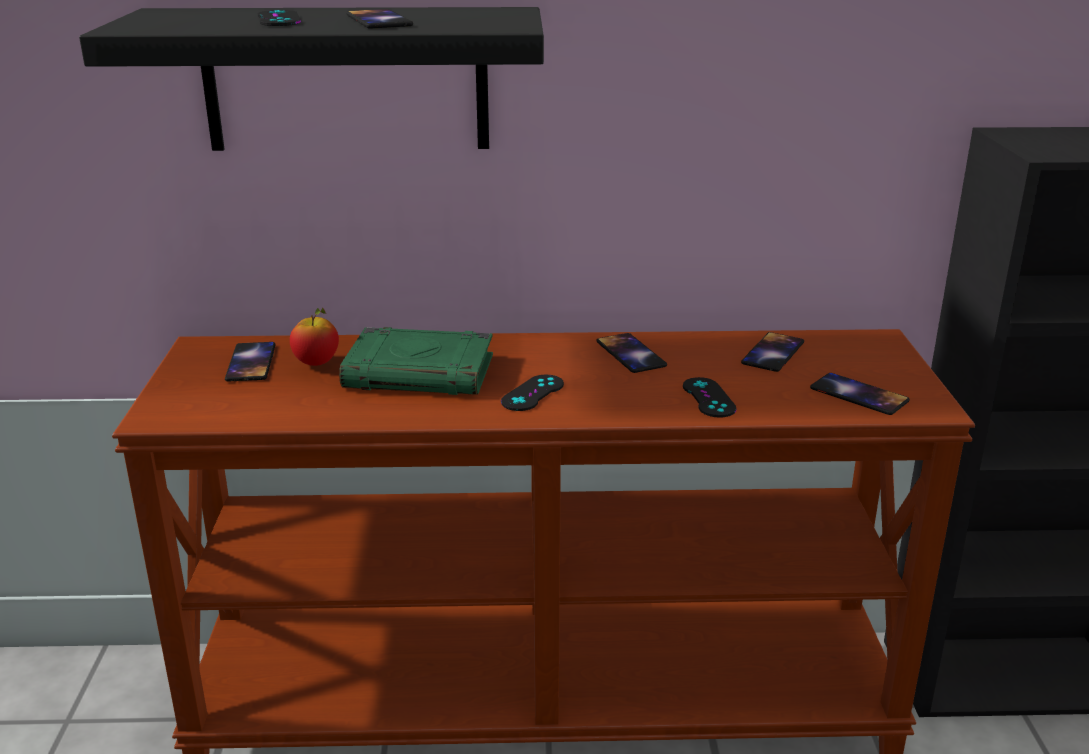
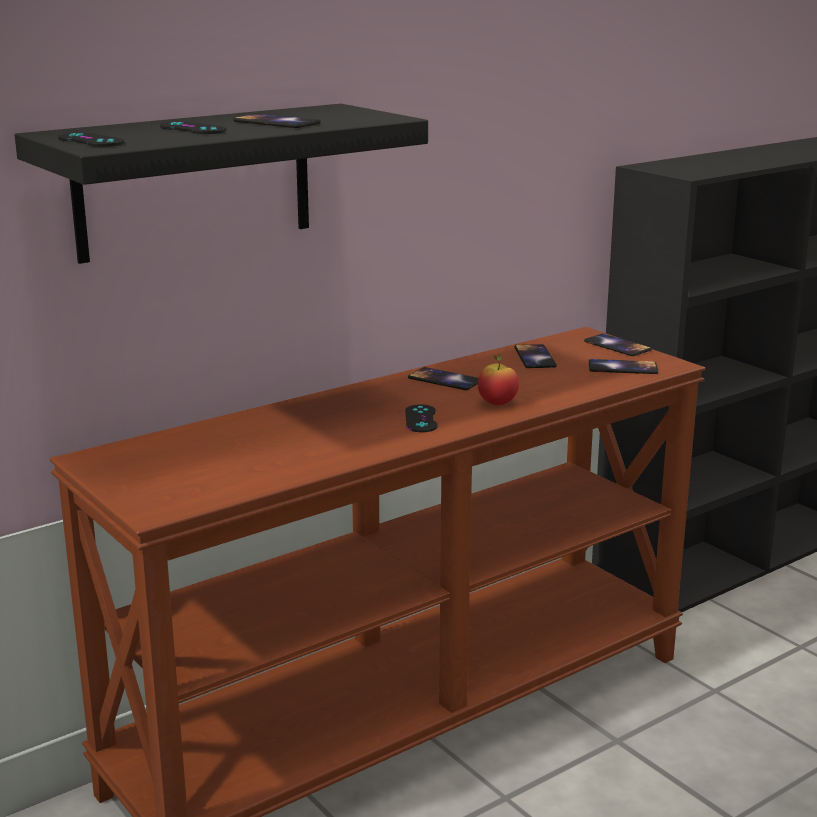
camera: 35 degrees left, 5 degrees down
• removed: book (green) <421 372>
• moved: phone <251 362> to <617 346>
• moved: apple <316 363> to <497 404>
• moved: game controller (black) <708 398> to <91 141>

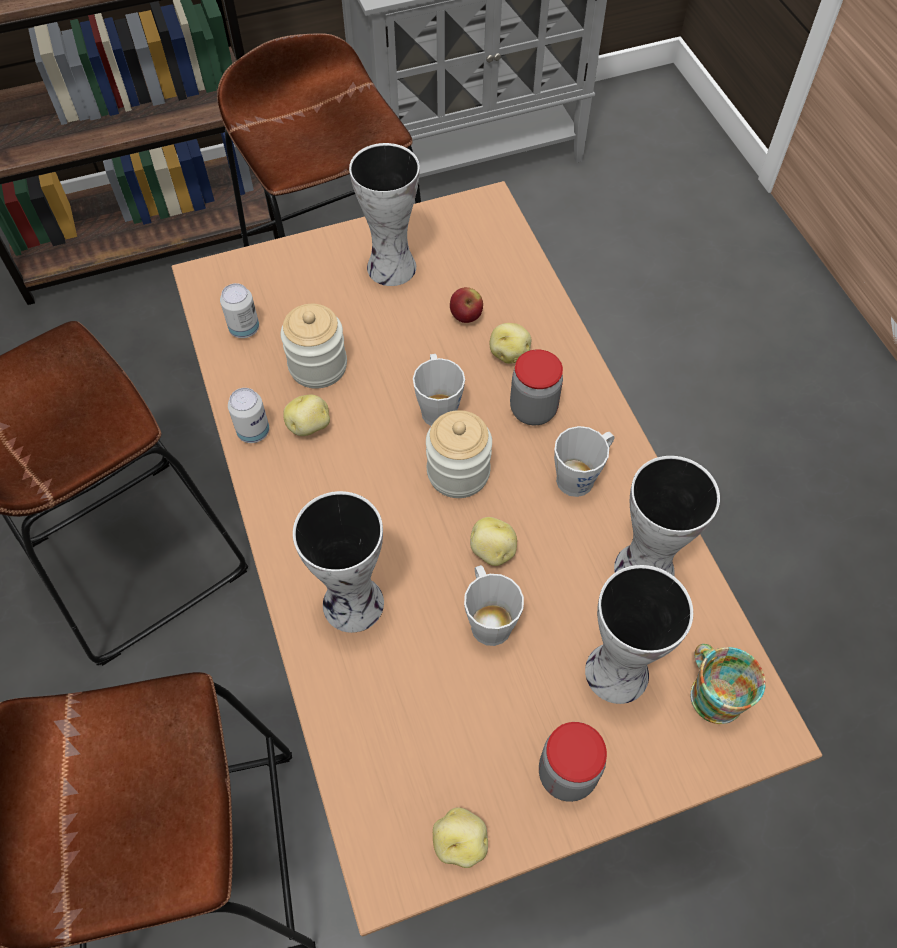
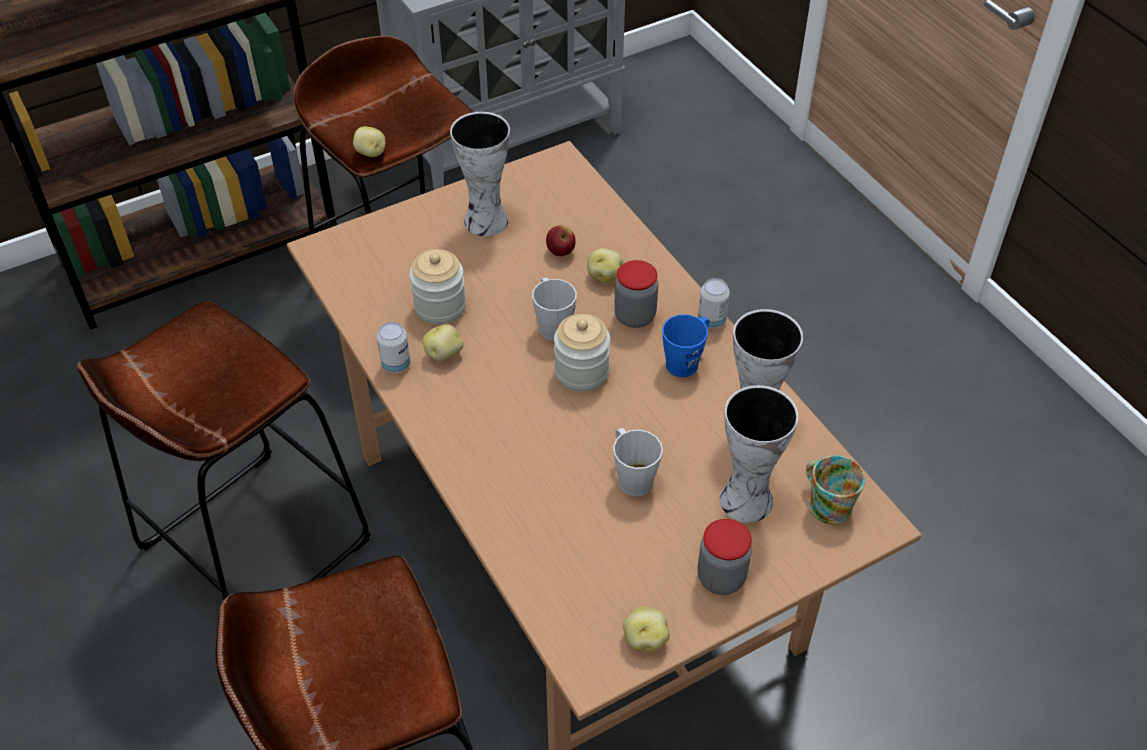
camera: 10 degrees left, 10 degrees down
• removed: vase <355 606>
• moved: can <244 329> to <711 321>
• moved: potato <492 551> to <370 153>
• recoloured: mug (grey) <581 476> to mug (blue) <686 361>

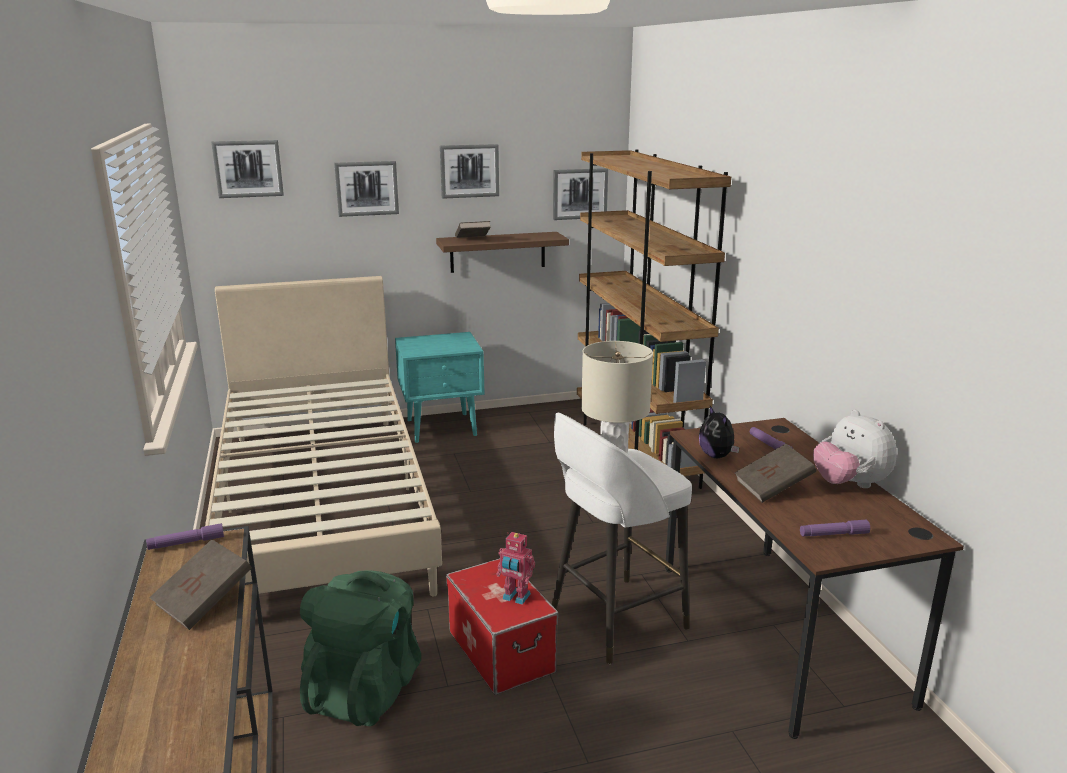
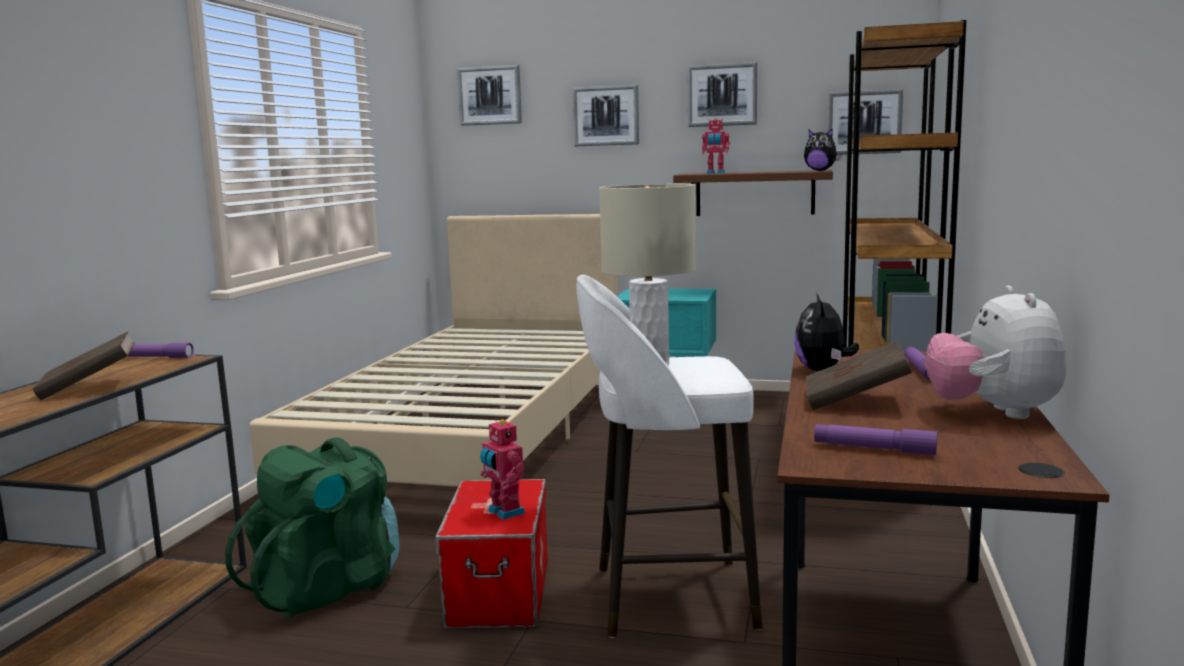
camera: 30 degrees right, 10 degrees down
• added: plush toy <820 170>
• replaced: book (brown) <472 240> to toy robot <715 173>

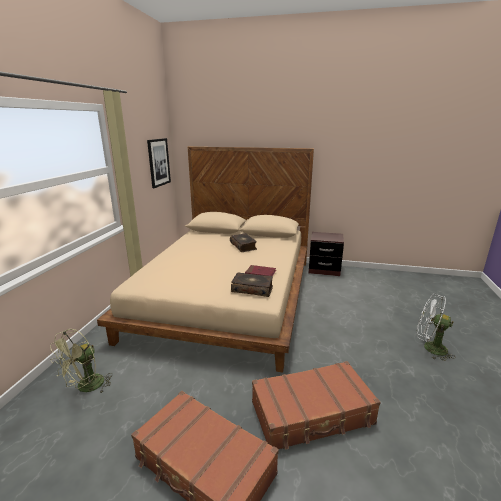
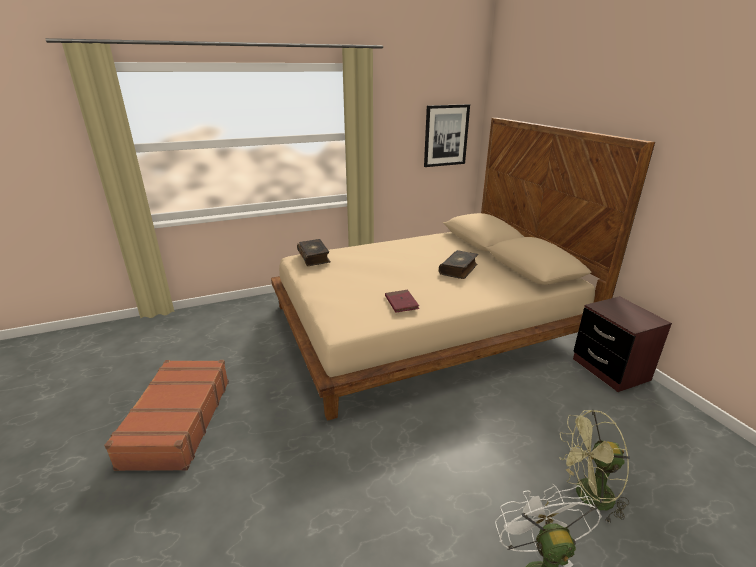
camera: 55 degrees right, 5 degrees up
• removed: suitcase (brown) <312 413>
• moved: fan (green) <86 388> to <587 497>
• moved: book <252 289> to <314 257>

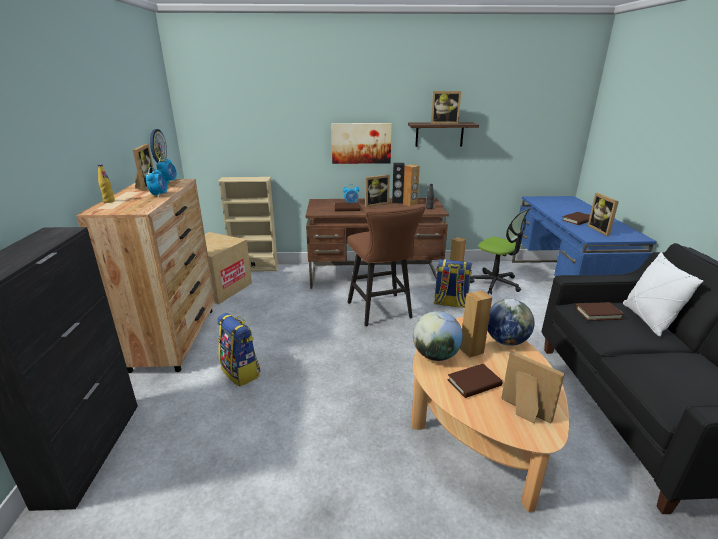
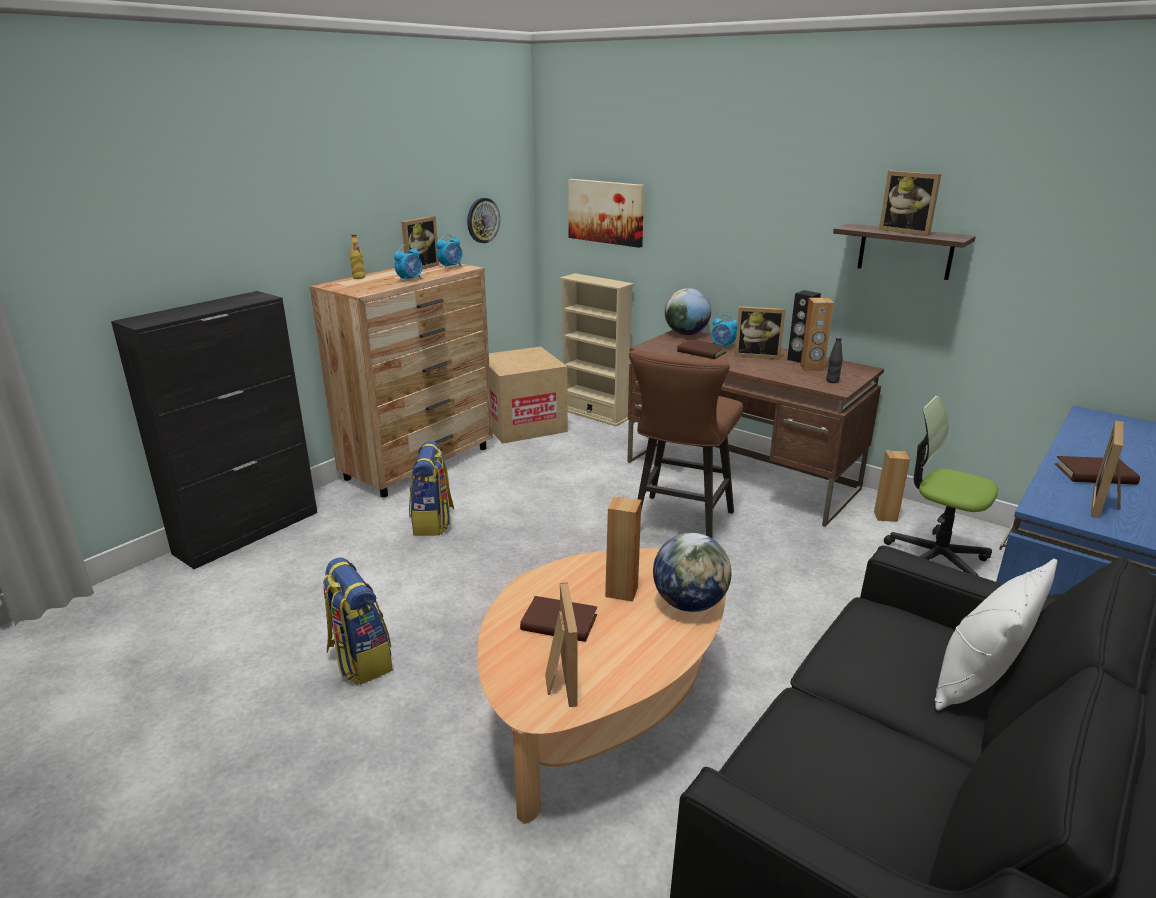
camera: 40 degrees right, 0 degrees up
• removed: book (brown) <597 313>
• moved: picture <361 143> to <606 212>
• moved: globe <435 356> to <686 334>
• moved: backpack <450 303> to <359 660>
• turned: office chair <495 283> = <935 558> 135 degrees clockwise

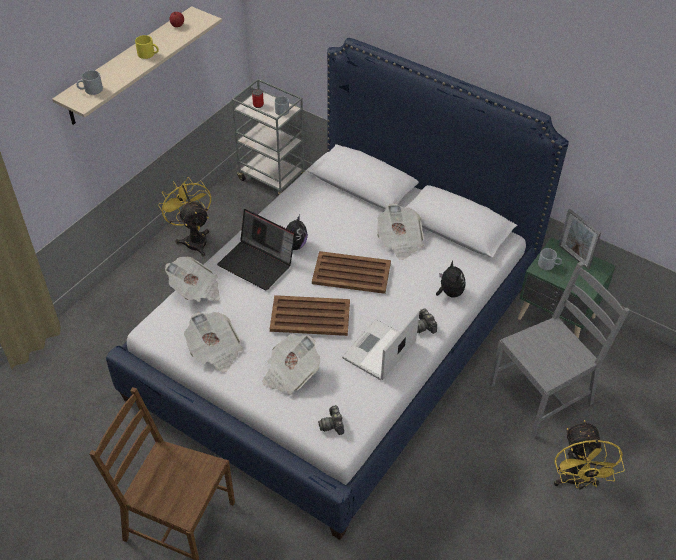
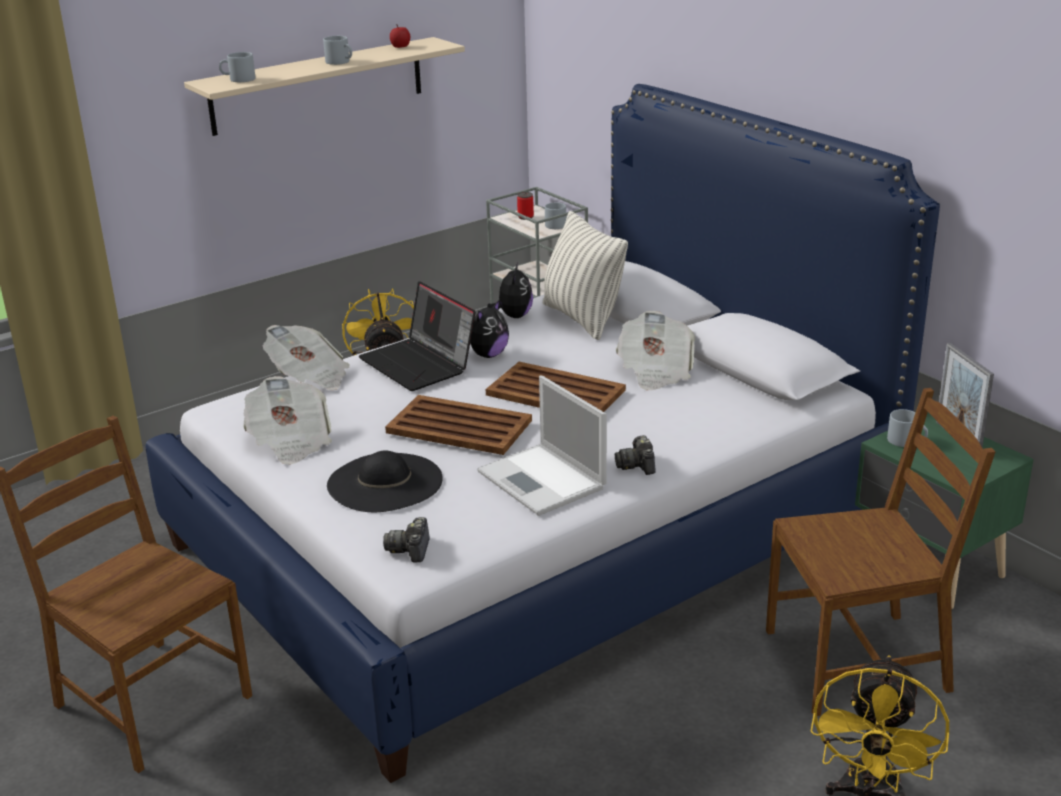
camera: 20 degrees right, 20 degrees down
• added: pillow <582 318>
• moved: plush toy <449 293> to <513 316>
• replaced: newspaper <290 374> to hat (black) <385 482>
• recoloured: mug (yellow) <149 54> to mug (grey) <341 62>
• recoloured: chair (grey) <541 394> to chair (brown) <858 660>
• turned: laptop <378 351> = <543 480> 90 degrees counterclockwise

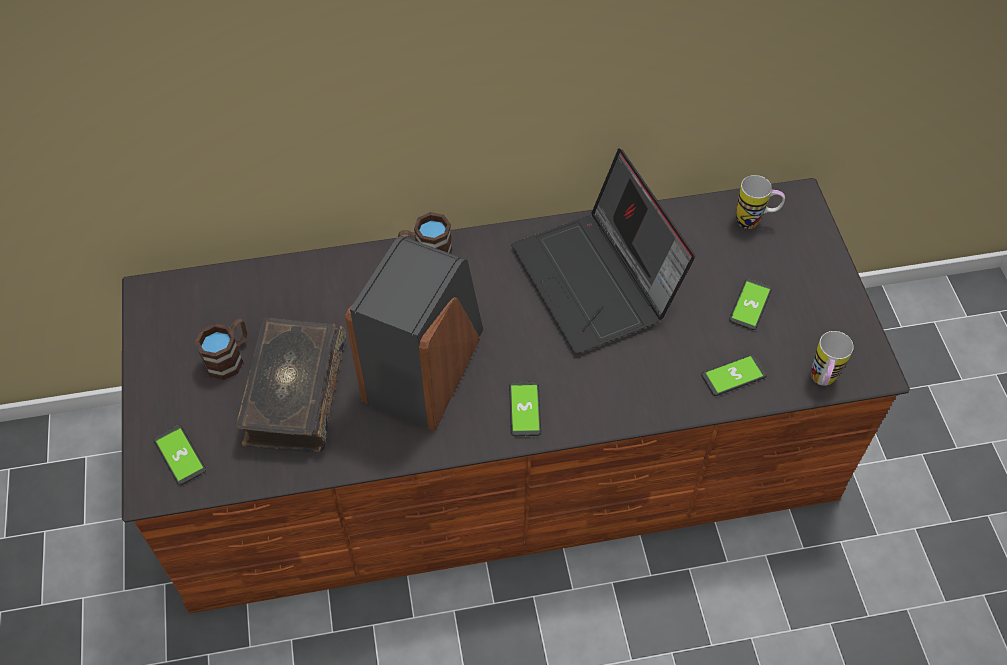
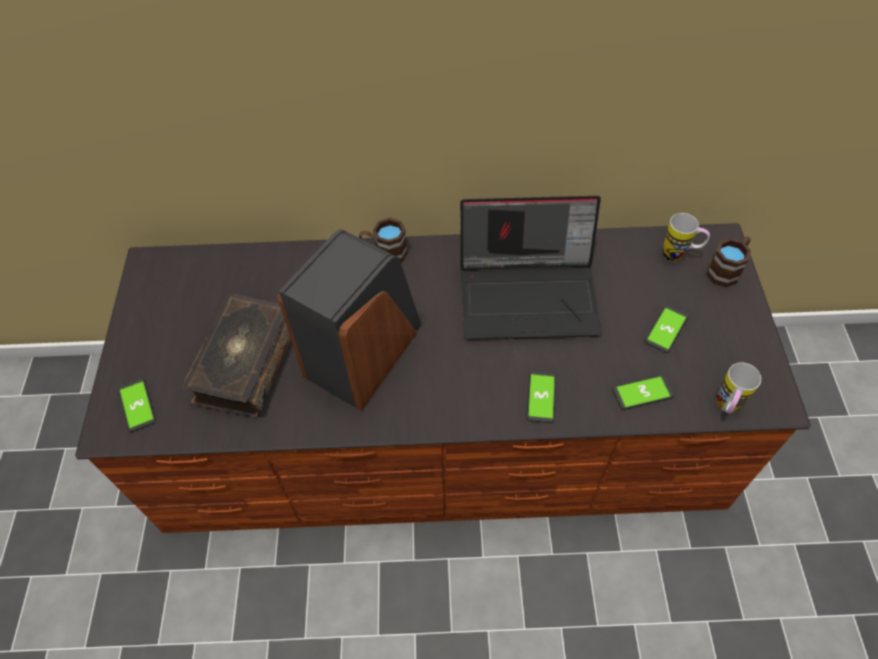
camera: 10 degrees right, 0 degrees up
• moved: mug (brown) <230 357> to <726 270>
• moved: phone <525 409> to <541 397>
• turned: laptop <597 282> = <530 294> 75 degrees counterclockwise

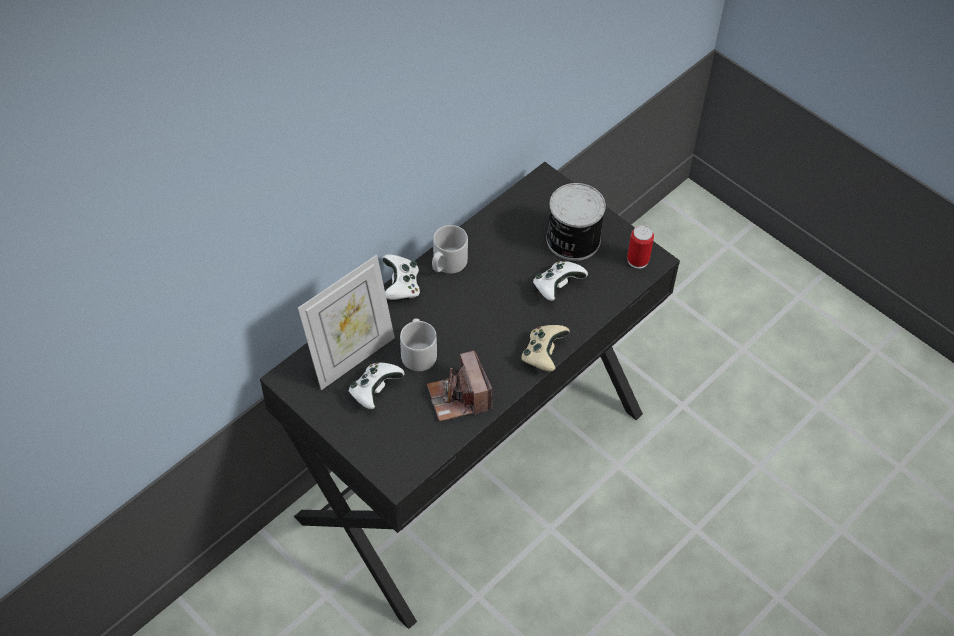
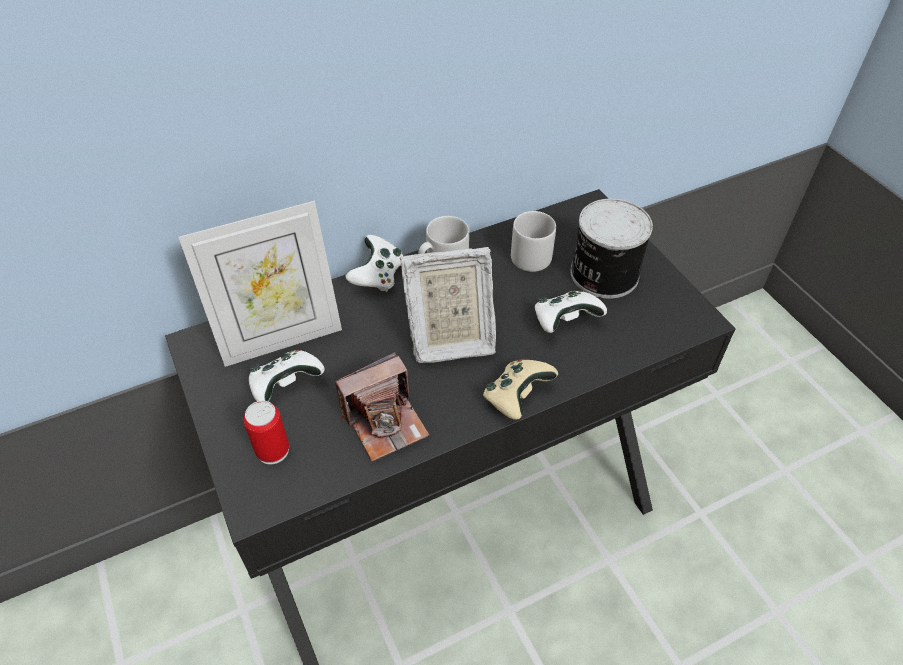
camera: 20 degrees right, 5 degrees down
• added: picture frame <449 340>
• moved: mug (grey) <418 353> to <532 254>
• moved: can <638 260> to <272 450>
• turned: photo camera <459 397> = <385 422> 120 degrees counterclockwise

